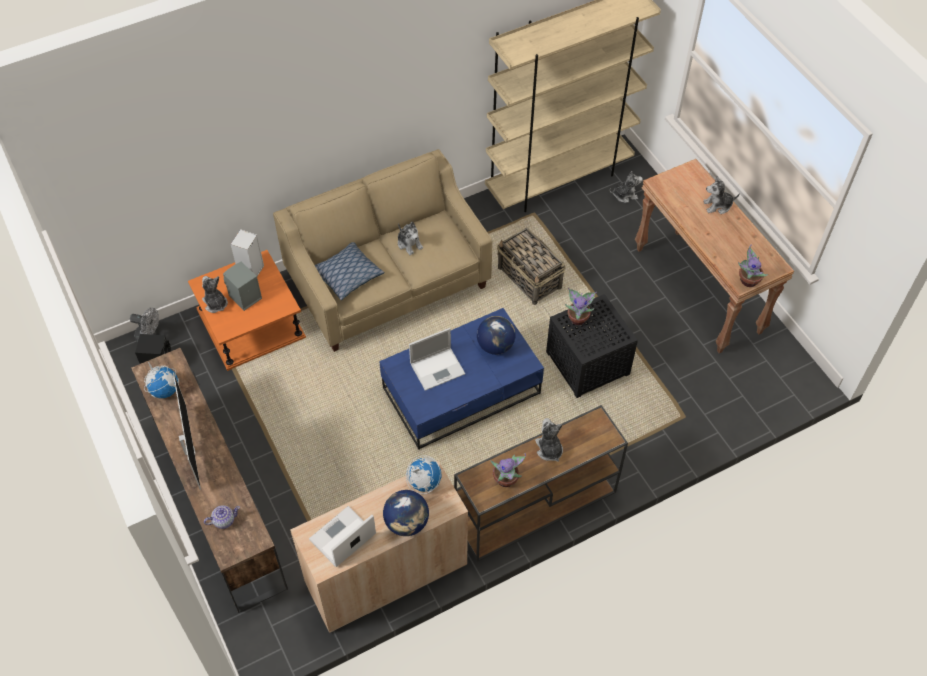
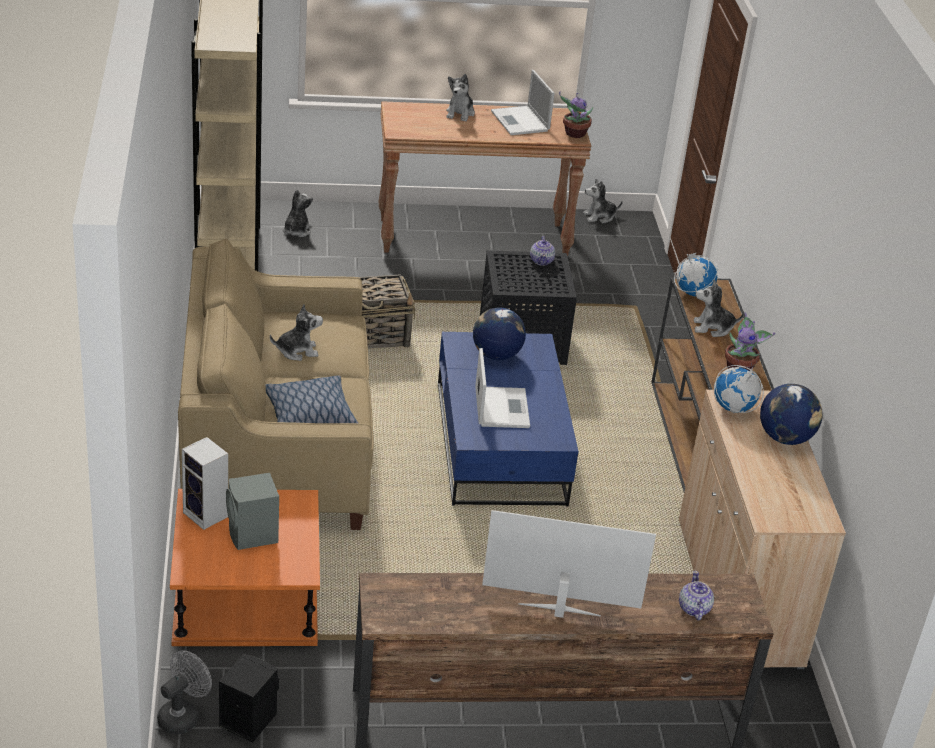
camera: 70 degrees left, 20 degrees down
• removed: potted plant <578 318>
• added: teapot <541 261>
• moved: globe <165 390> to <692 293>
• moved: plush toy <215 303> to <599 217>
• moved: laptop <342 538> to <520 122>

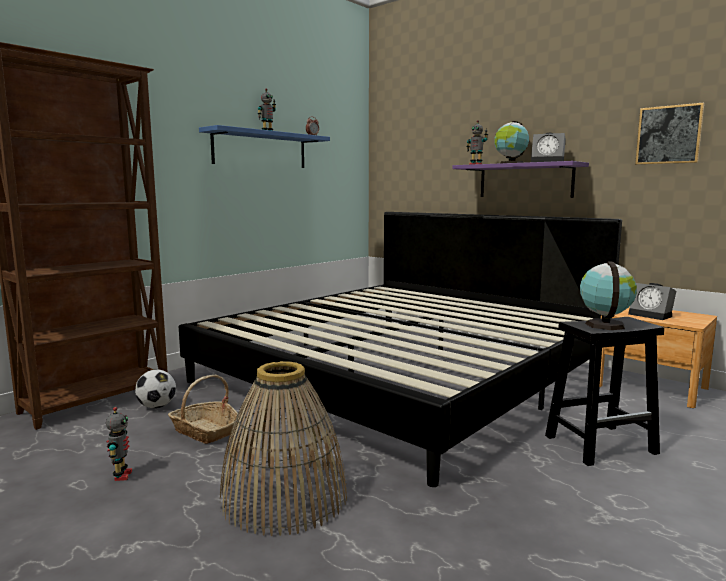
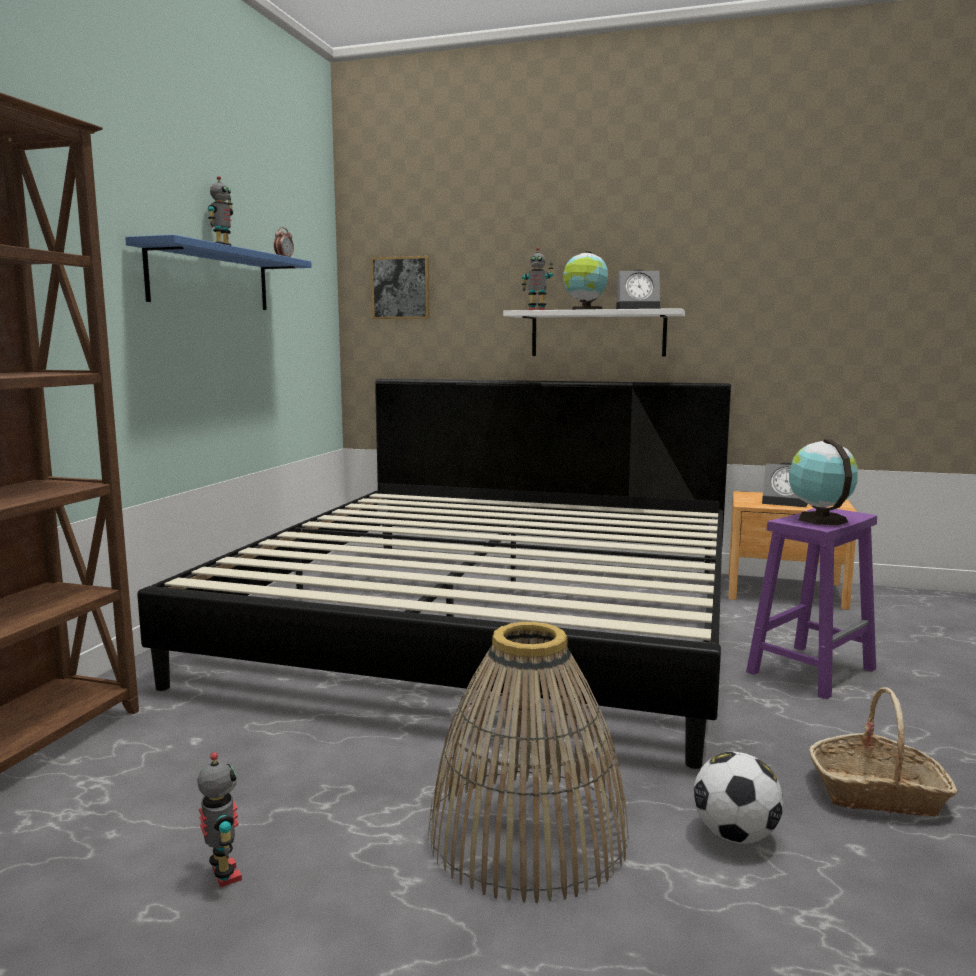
camera: 25 degrees left, 0 degrees up
• moved: football <157 406> to <735 835>
• moved: basket <205 431> to <878 793>
• moved: picture <668 135> to <401 288>
• recoloured: shelf (purple) <525 181> to shelf (white) <598 333>
• recoloured: stool (black) <601 444> to stool (purple) <811 670>

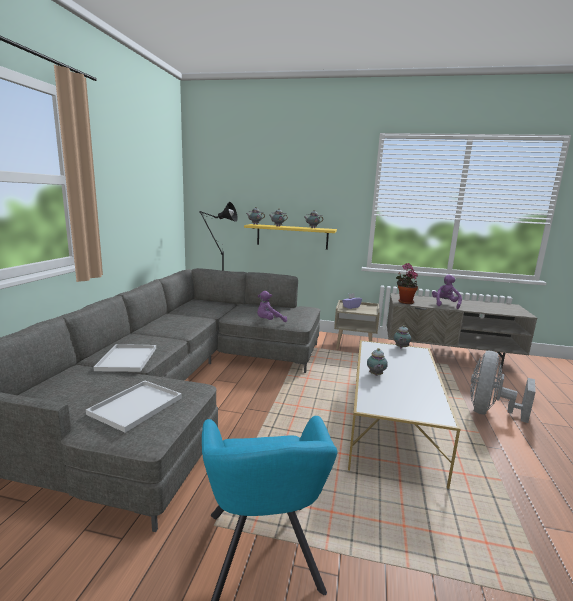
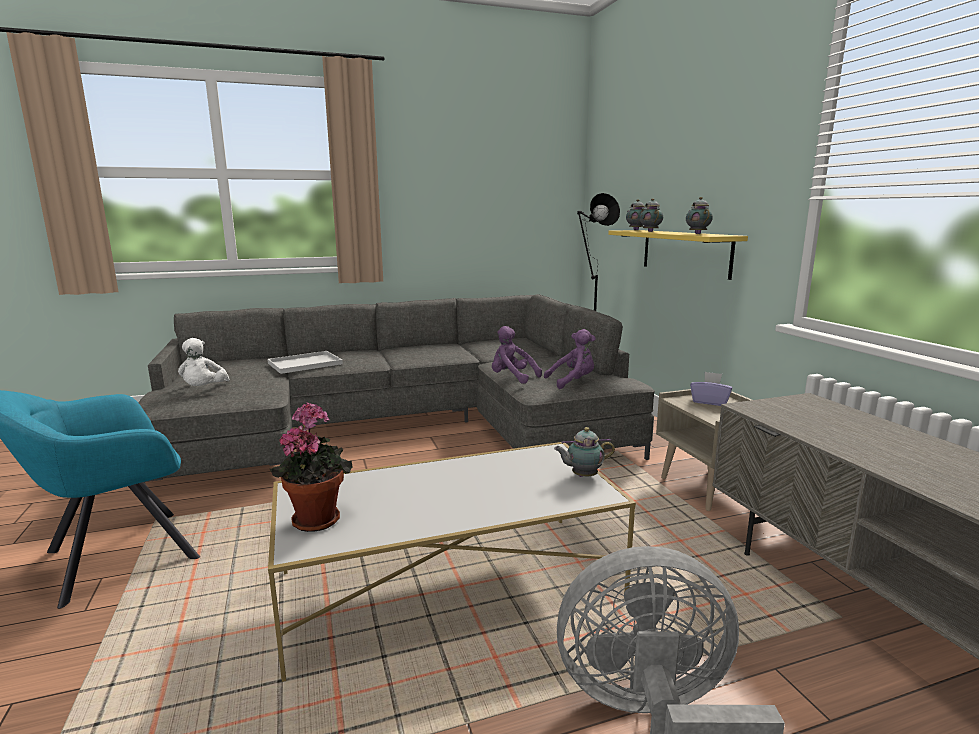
camera: 60 degrees right, 0 degrees up
• removed: teapot <375 375>
• moved: potted plant <404 302> to <317 518>
• moved: plush toy (purple) <445 304> to <573 382>
• replaced: tray (white) <135 407> to plush toy (white) <204 390>

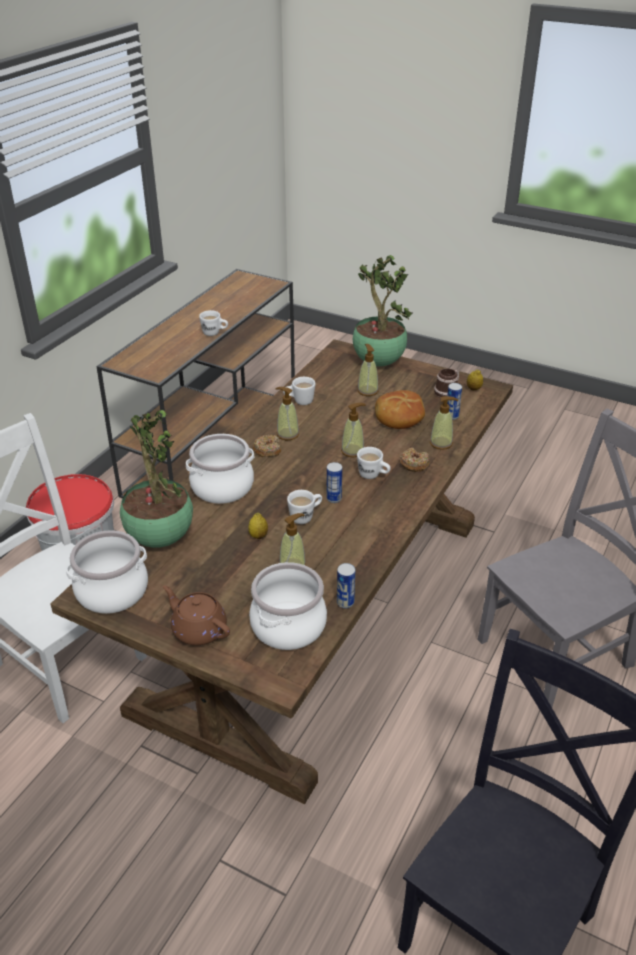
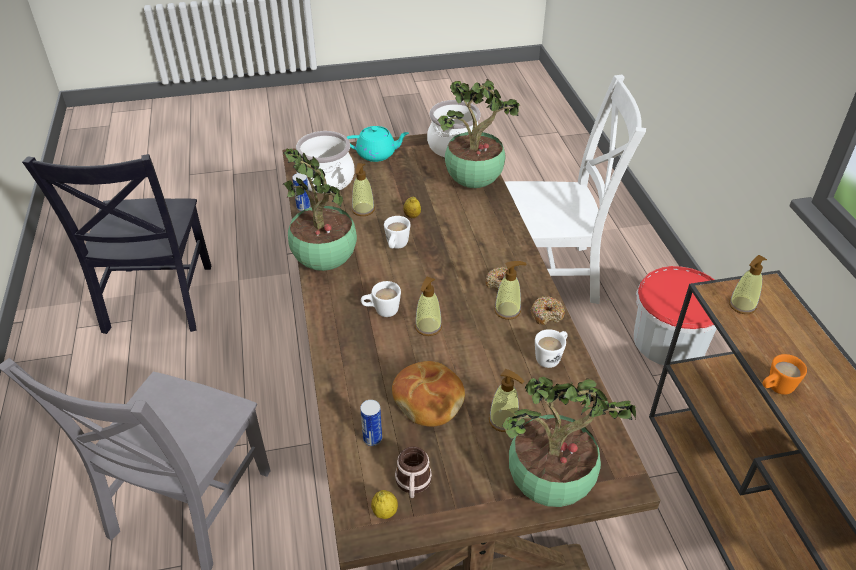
camera: 140 degrees right, 5 degrees up
• removed: cooking pot <222 486>
• removed: can <334 498>
• added: potted plant <326 263>
• moved: donut <414 464> to <547 315>
• moved: soap dispenser <441 443> to <742 305>
• recoloured: teapot (brown) <198 629> to teapot (turquoise) <377 154>
• recoloured: mug (white) <215 333> to mug (orange) <775 388>

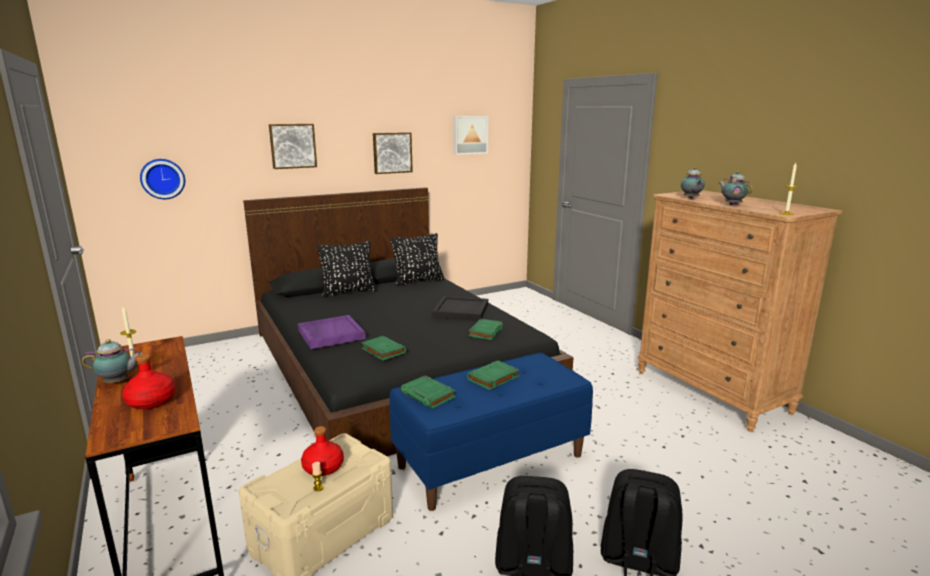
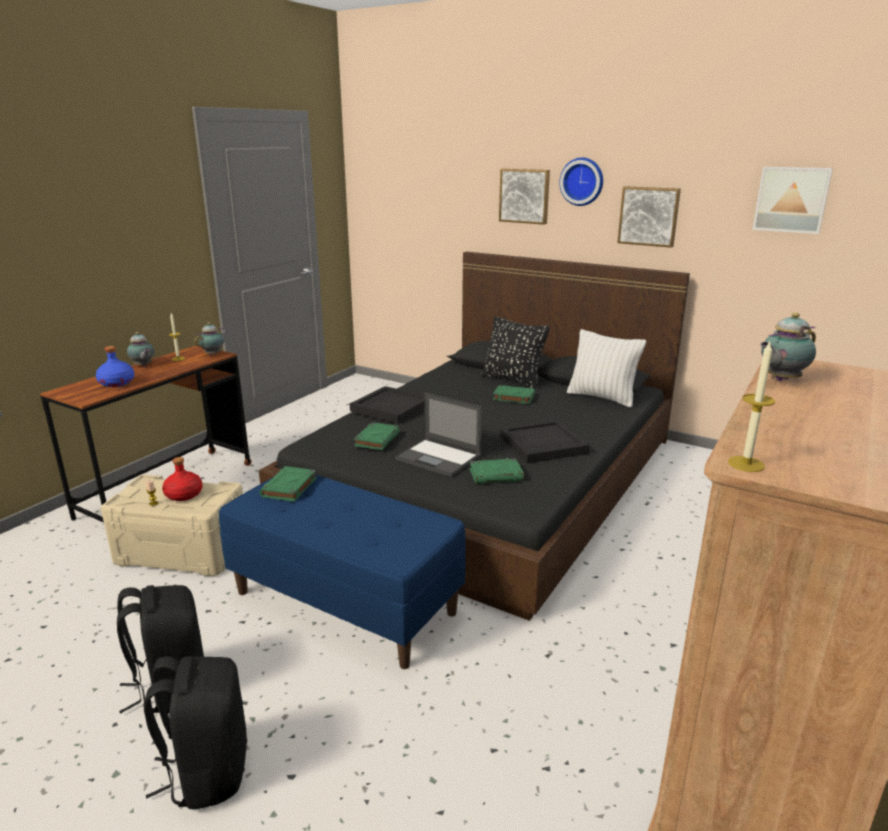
camera: 60 degrees right, 5 degrees up
• added: laptop <439 458>
• moved: wall clock <162 178> to <582 181>
• moved: book (green) <492 378> to <513 397>
• moved: teapot <732 205> to <214 354>
• recoloured: bottle (red) <152 401> to bottle (blue) <117 383>
• recoloured: tray (purple) <330 334> to tray (black) <391 407>
• recoloured: pillow (black) <418 281> to pillow (white) <602 397>

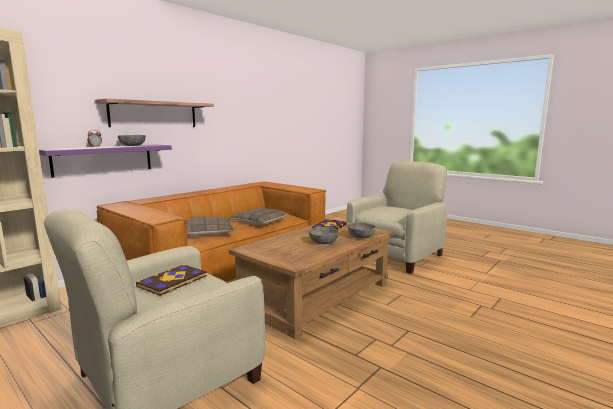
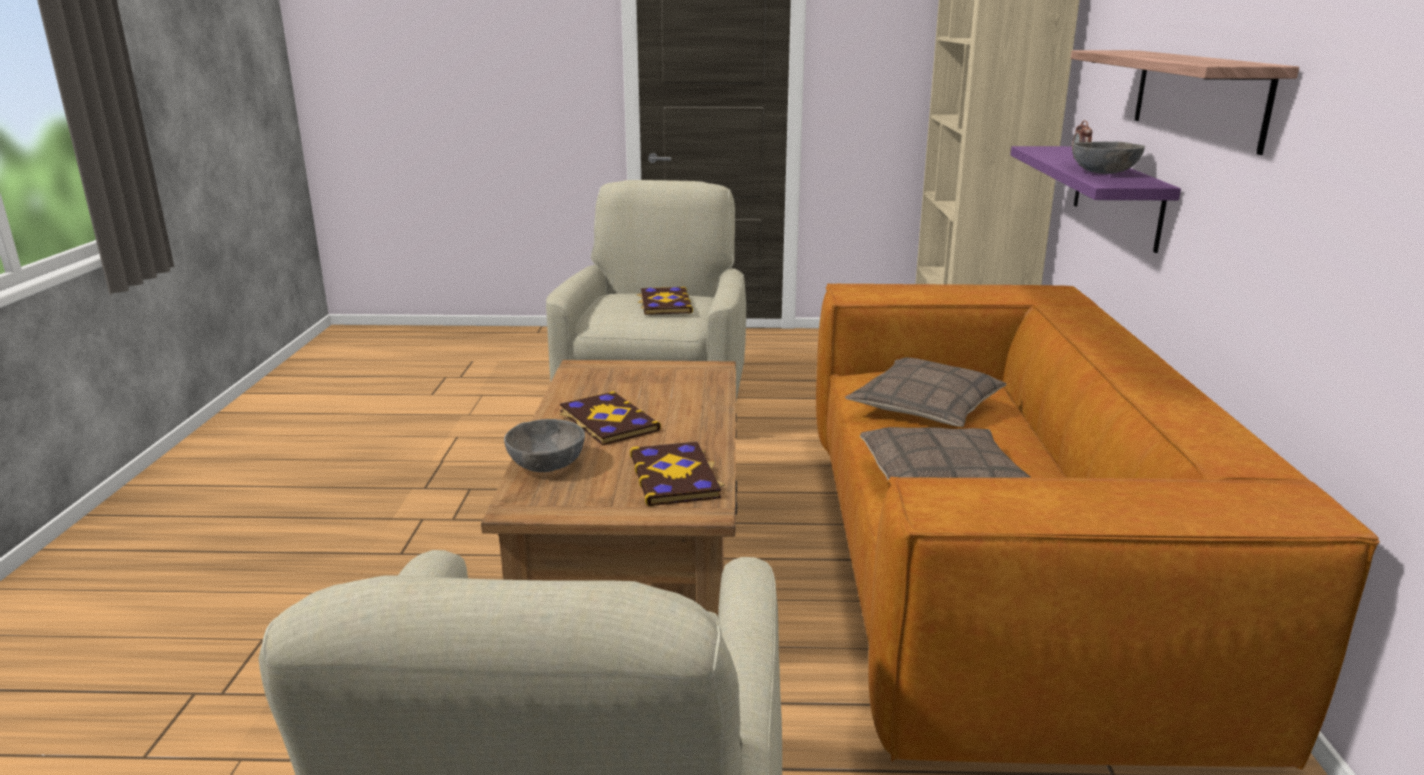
camera: 140 degrees right, 10 degrees up
• replaced: bowl (grey) <323 242> to book <607 421>

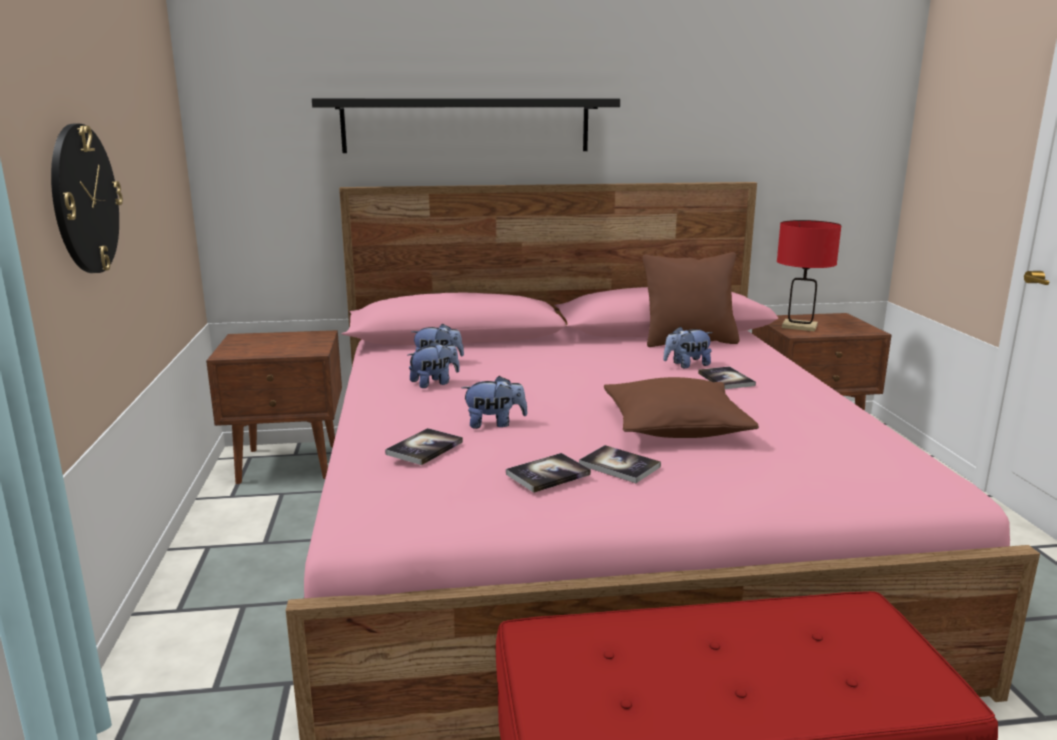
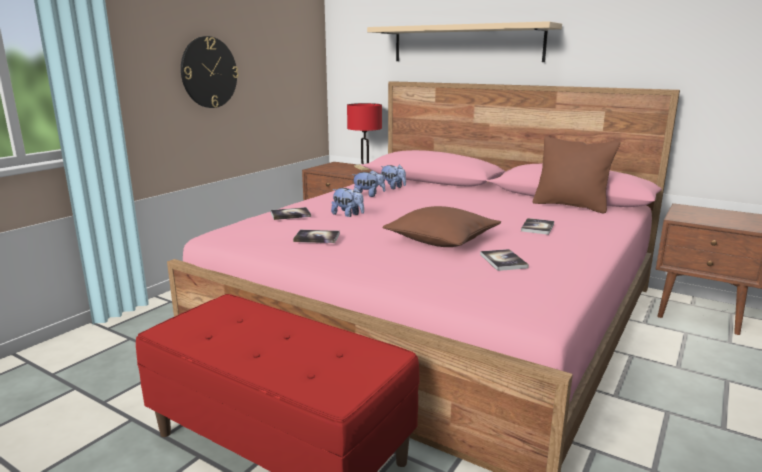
camera: 40 degrees right, 0 degrees up
• removed: plush toy <687 365>
• moved: book <619 466> to <503 261>
• moved: table lamp (red) <799 326> to <365 168>
• recoloured: shelf (black) <466 125> to shelf (beige) <466 44>

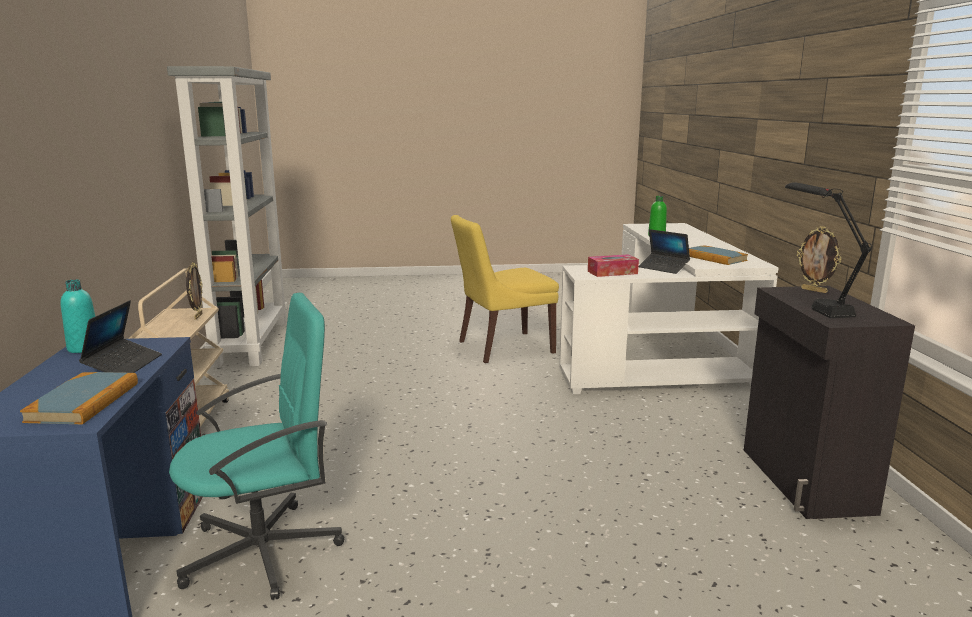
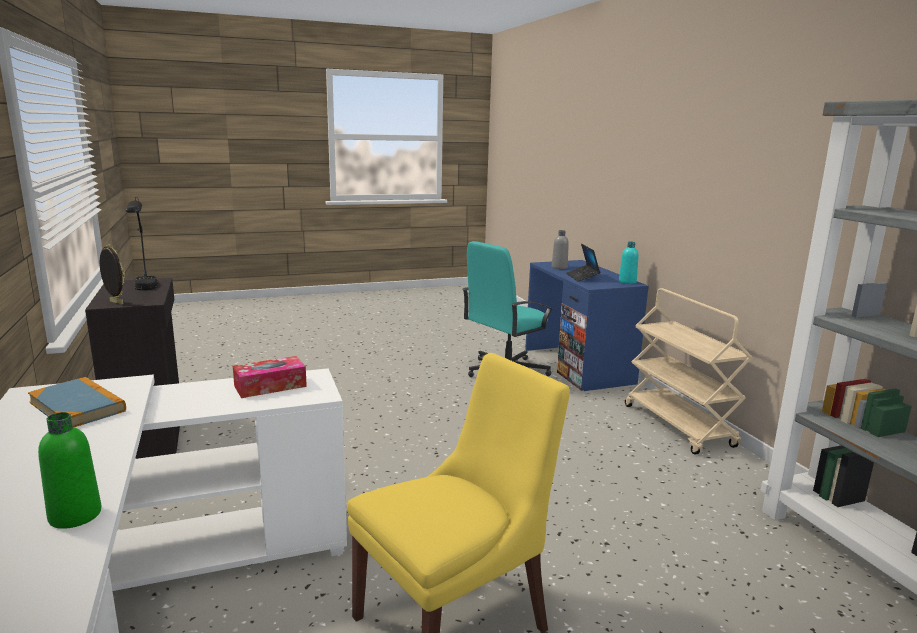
camera: 165 degrees right, 0 degrees up
• removed: picture frame <197 316>
• removed: laptop <663 268>
• replaced: book <84 402> to bottle (grey) <559 267>

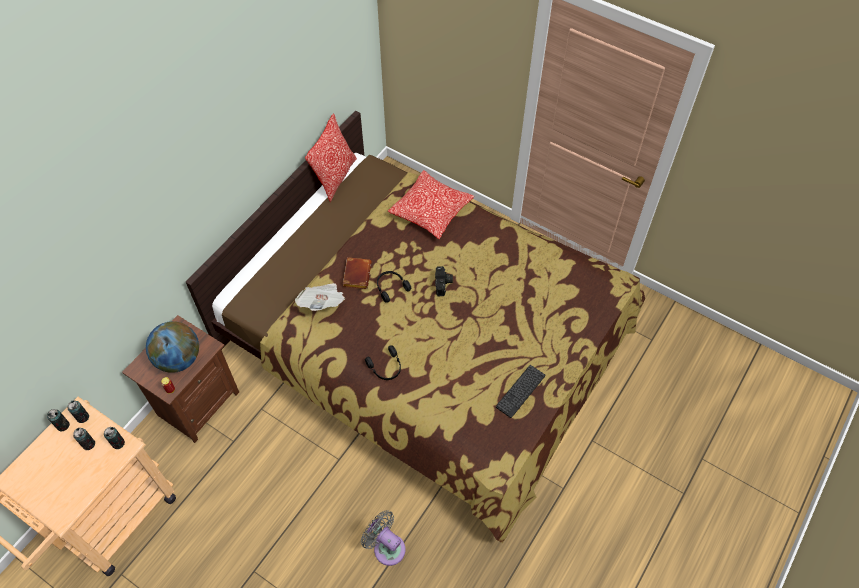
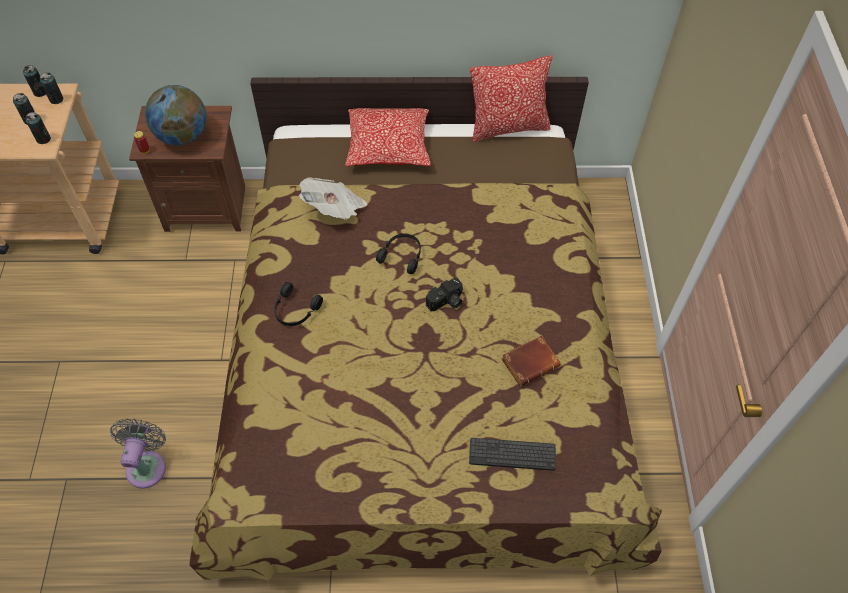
camera: 55 degrees right, 0 degrees up
• moved: book (brown) <356 274> to <530 361>
• moved: pillow <431 211> to <388 146>
• moved: keyboard <520 391> to <512 454>

